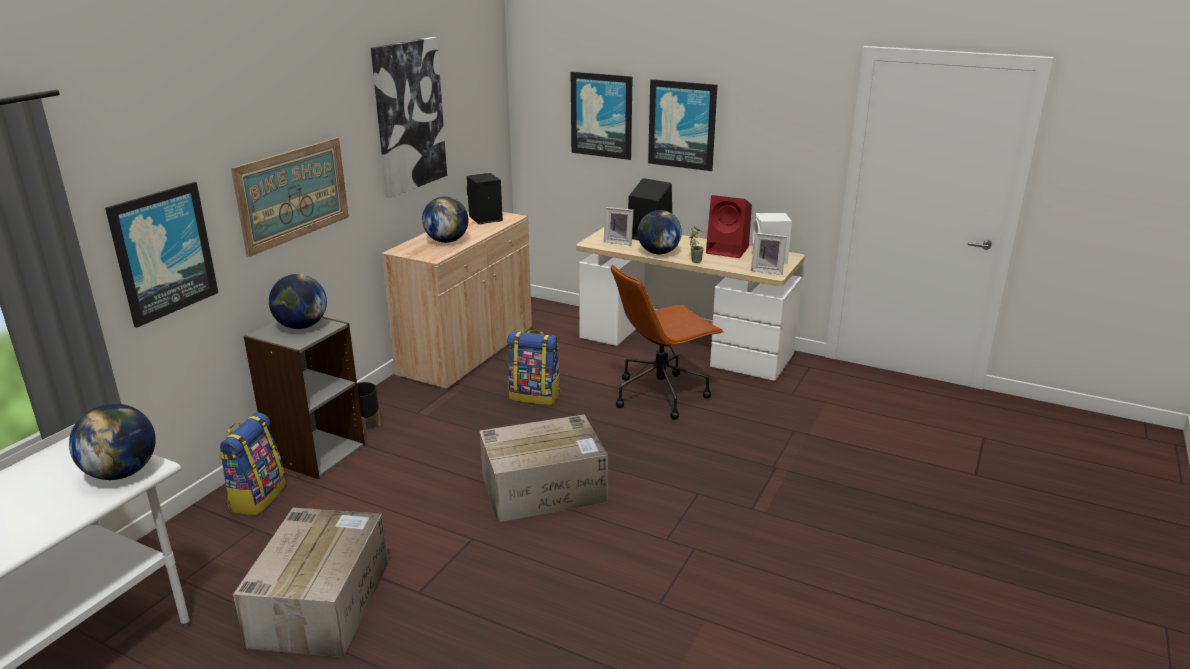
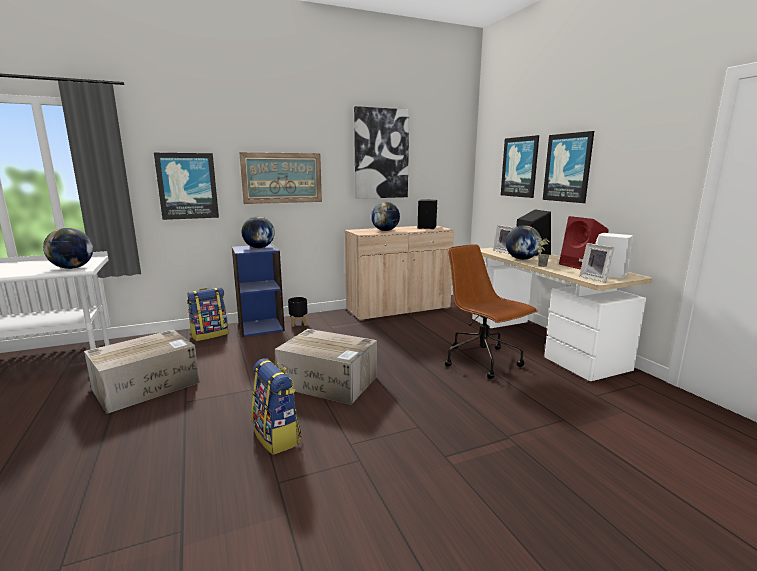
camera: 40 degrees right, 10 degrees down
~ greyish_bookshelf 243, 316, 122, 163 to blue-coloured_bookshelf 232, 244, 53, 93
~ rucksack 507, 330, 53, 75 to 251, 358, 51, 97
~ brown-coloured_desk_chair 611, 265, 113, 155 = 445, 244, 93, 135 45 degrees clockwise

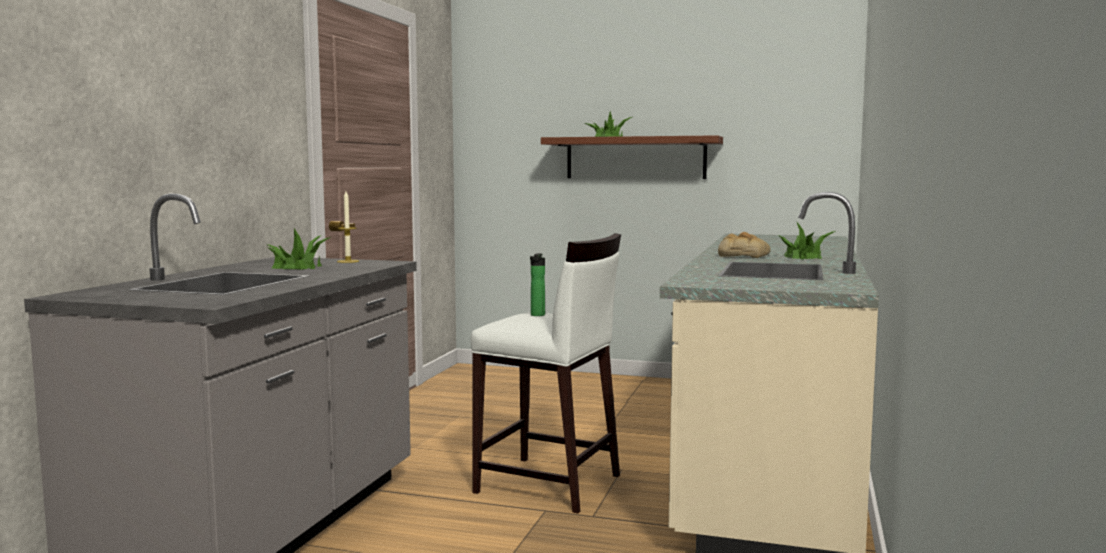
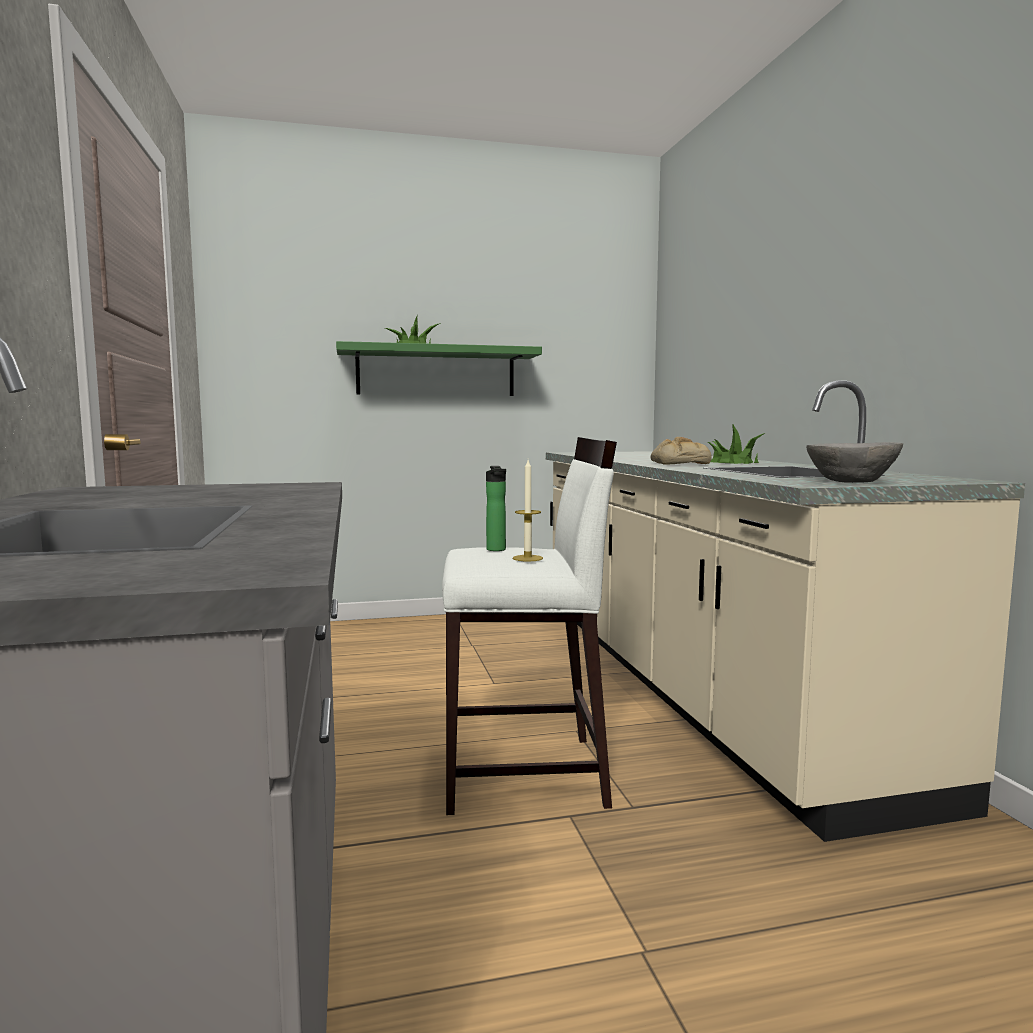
camera: 30 degrees left, 0 degrees up
~ brown-coloured_shelf 541, 135, 182, 44 to green_shelf 336, 341, 206, 55
~ wax_candle 337, 191, 22, 72 to 513, 460, 30, 101
+ greyish_deep_dish 806, 442, 97, 41
- potted_plant 267, 228, 64, 42

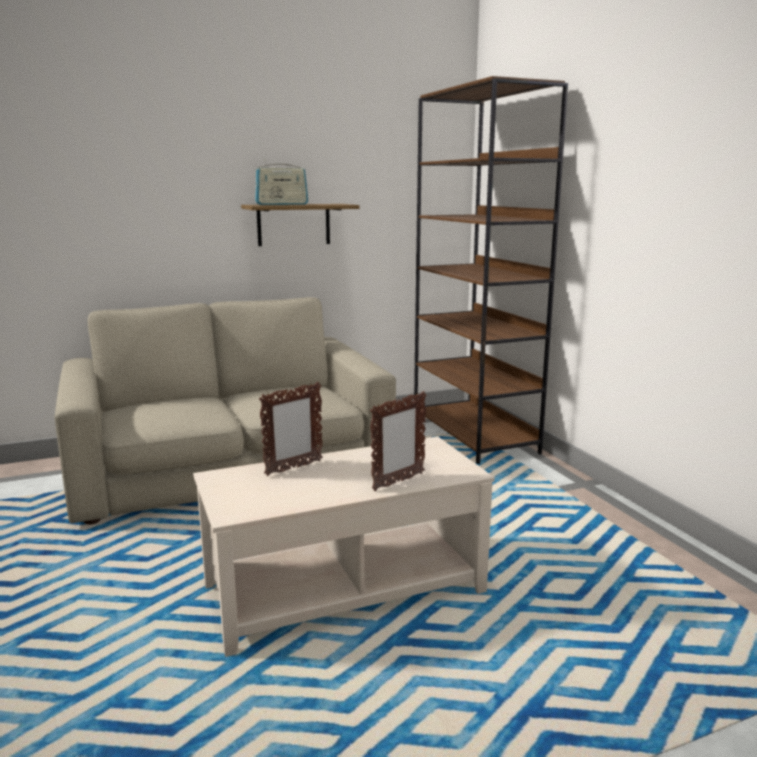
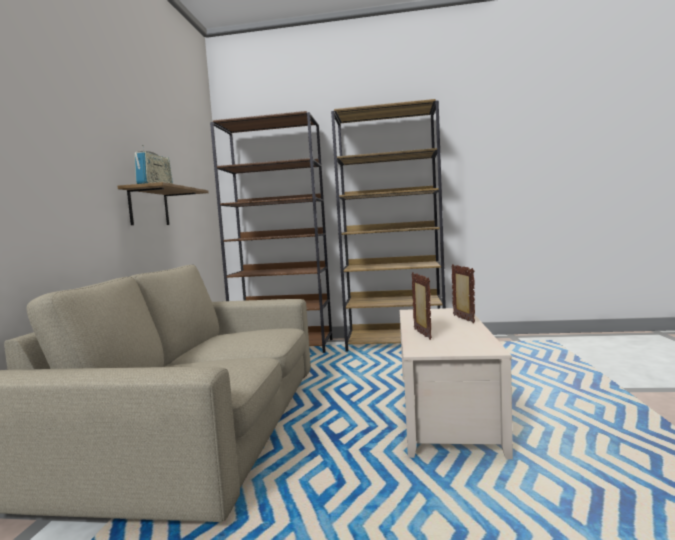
camera: 60 degrees left, 10 degrees down
+ brown-coloured_bookshelf 331, 99, 115, 252

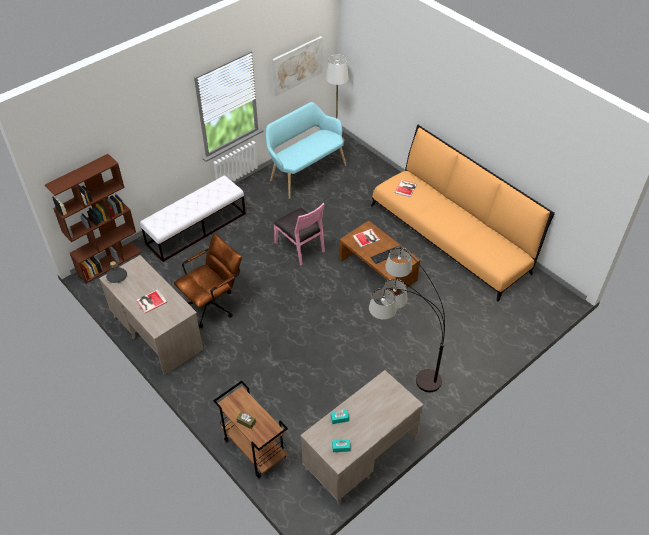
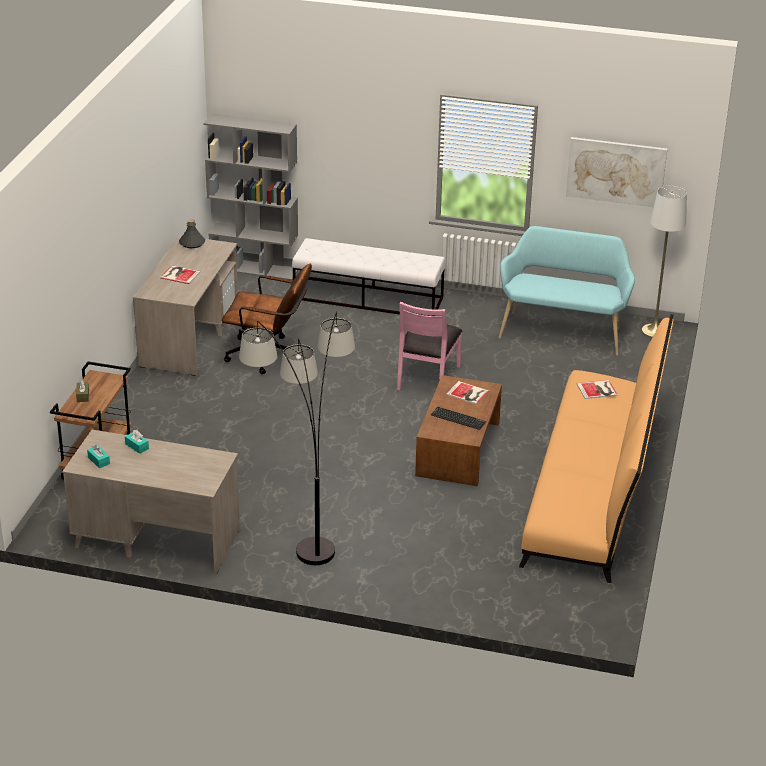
camera: 55 degrees right, 15 degrees down
~ brown-coloured_bookshelf 45, 154, 96, 129 to greyish_bookshelf 203, 113, 95, 167

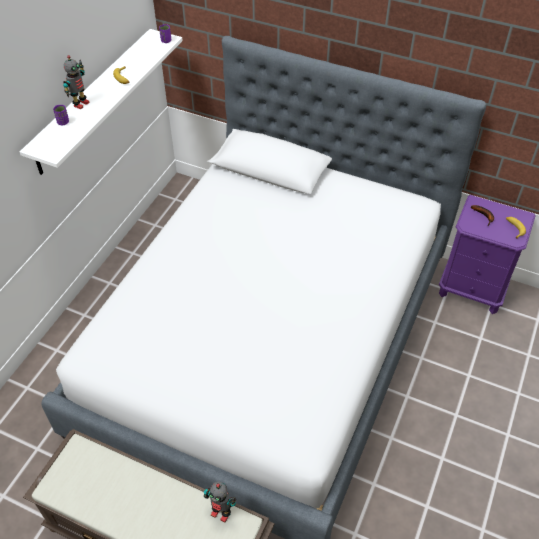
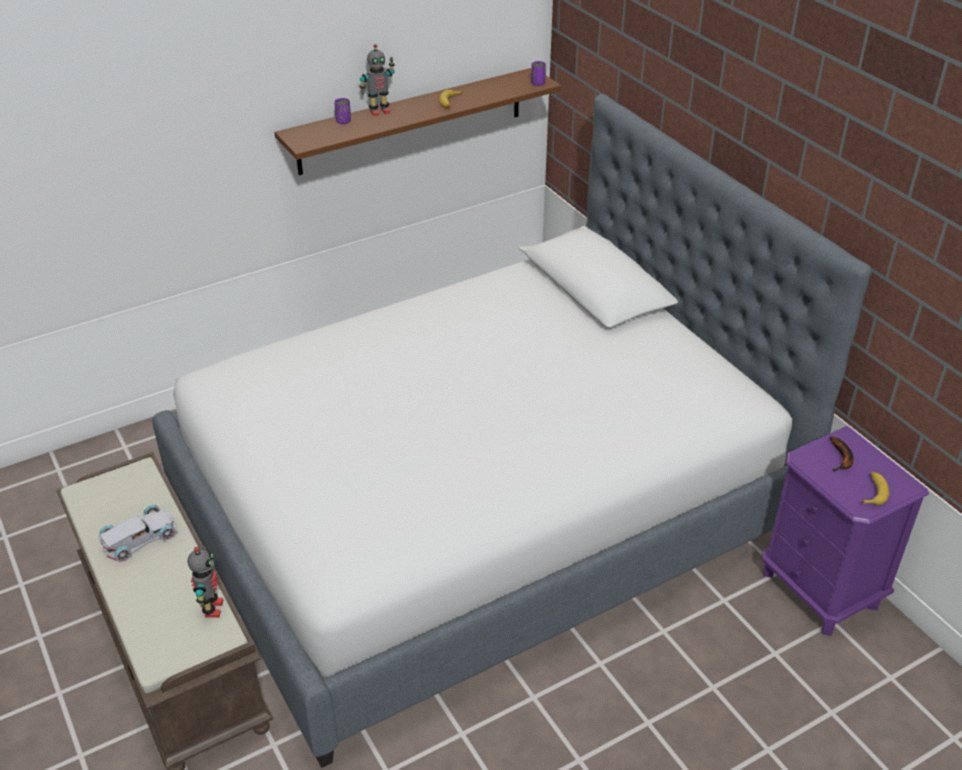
camera: 35 degrees right, 10 degrees down
+ whitish_miniature_car 99, 504, 78, 58
~ model_robot 204, 482, 32, 40 = 187, 545, 36, 73 150 degrees counterclockwise
~ whitish_shelf 20, 29, 163, 146 to brown-coloured_shelf 274, 68, 287, 107

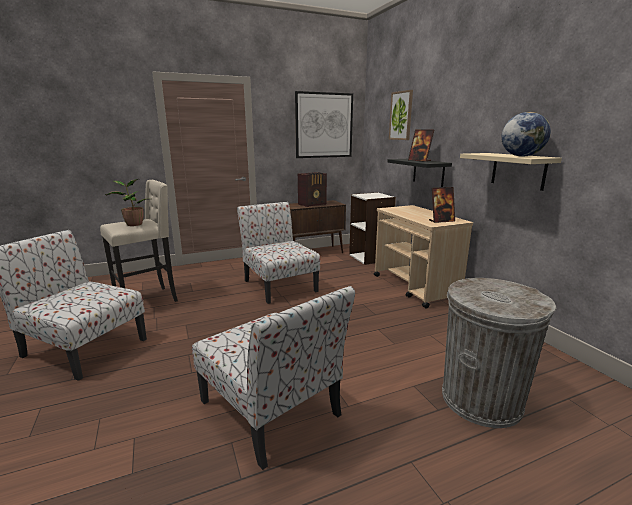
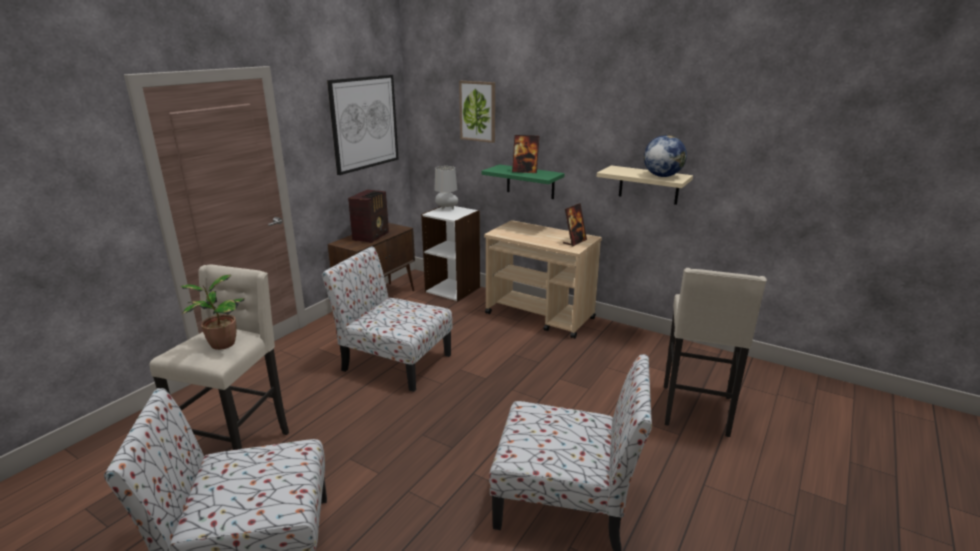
camera: 35 degrees left, 5 degrees up
+ greyish_tabletop_lamp 434, 166, 24, 44
~ black_shelf 387, 159, 65, 28 to green_shelf 482, 164, 83, 35
~ greyish_trash_can 442, 278, 114, 150 to sand-coloured_stool_seat 664, 268, 103, 169

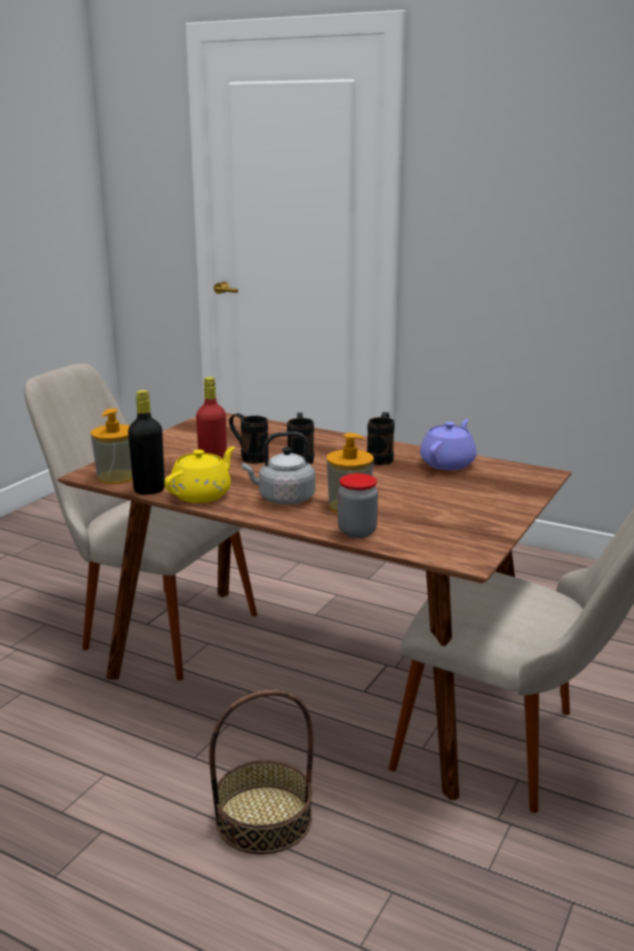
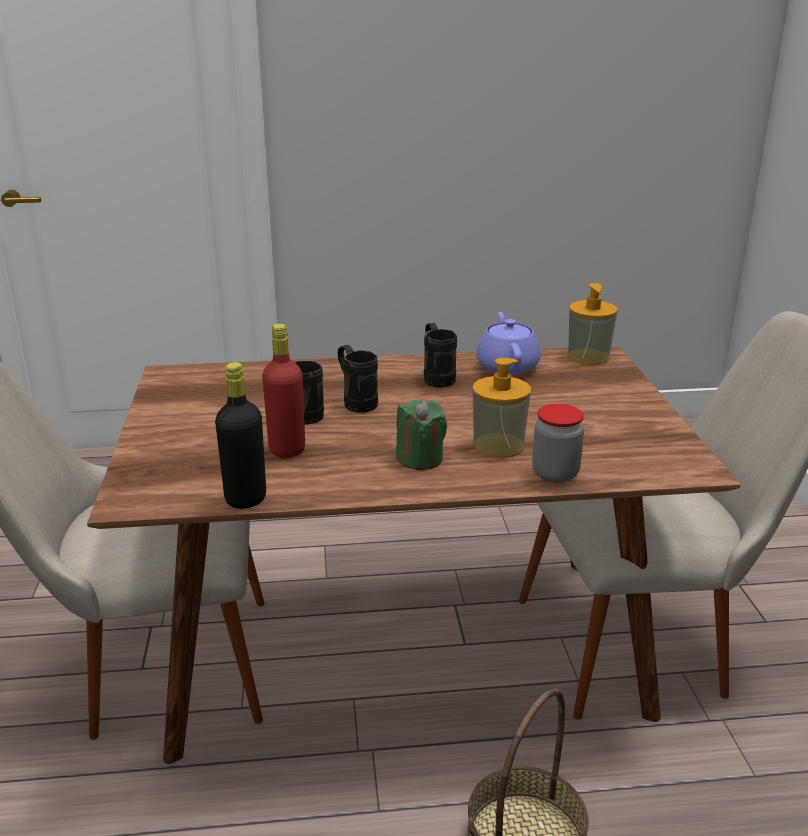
camera: 35 degrees left, 5 degrees up
~ greyish_kettle 242, 431, 74, 74 to green_wax_candle 396, 399, 51, 71
~ soap_dispenser 91, 408, 42, 76 to 568, 283, 49, 82
- yellow_tea_pot 164, 446, 71, 57

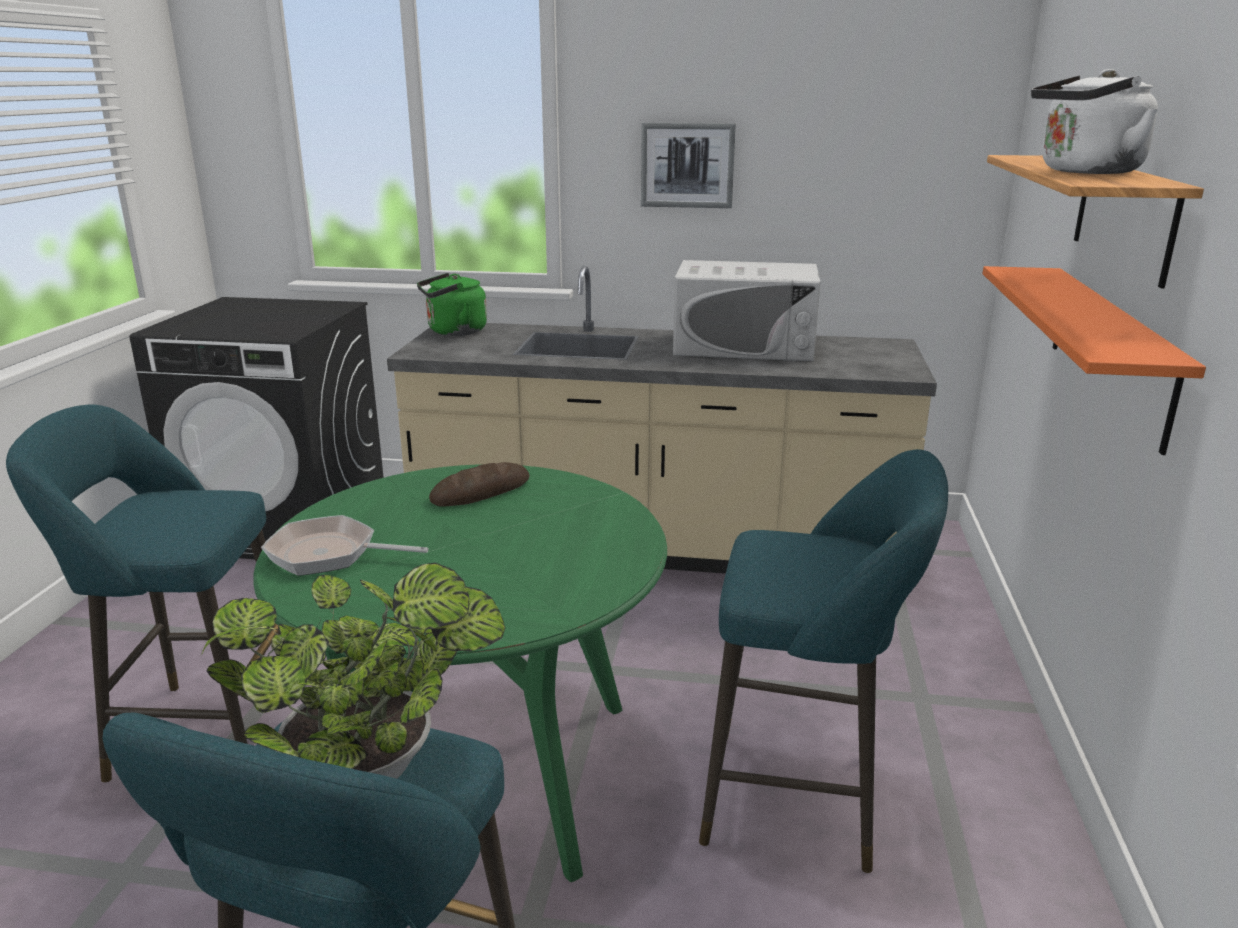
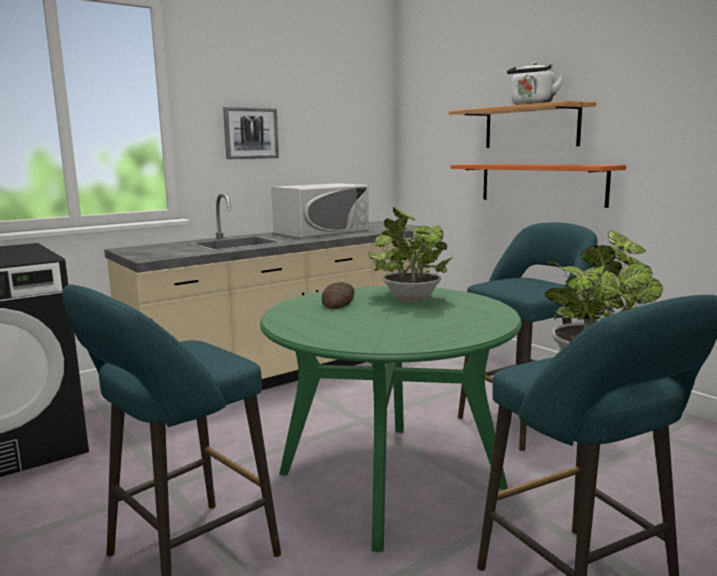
camera: 45 degrees left, 10 degrees down
+ potted_plant 368, 207, 85, 95
- pan 261, 515, 168, 61
- green_kettle 417, 273, 70, 63

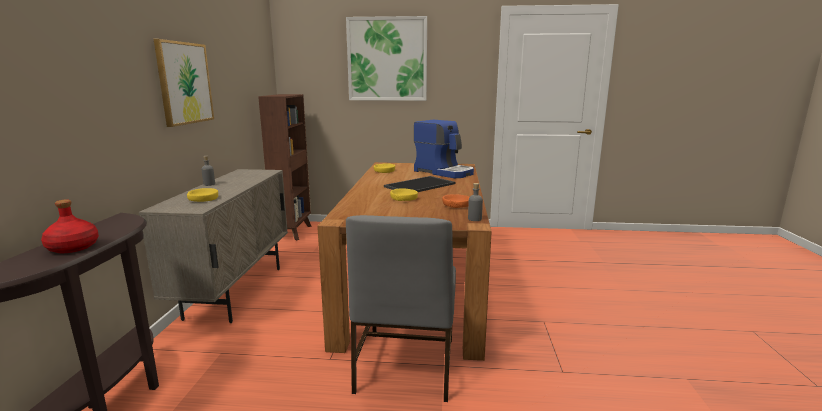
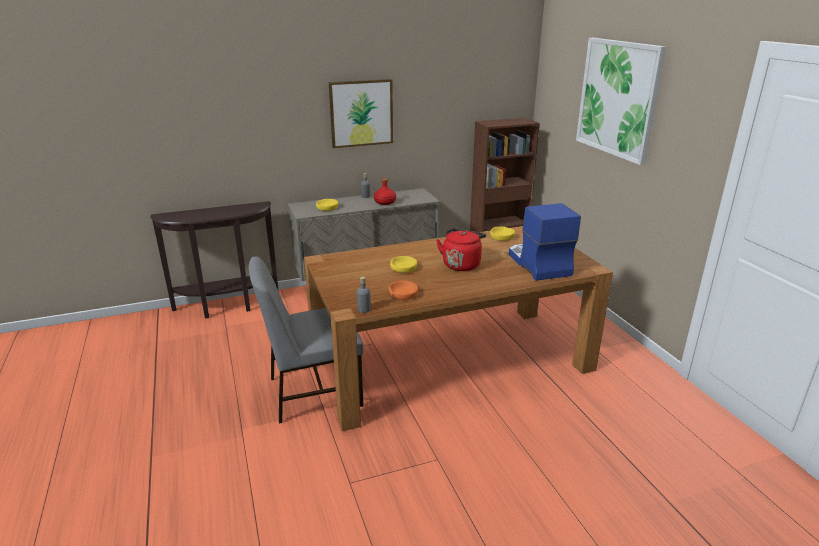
camera: 65 degrees right, 10 degrees up
~ reddish_bottle 41, 199, 58, 54 to 374, 178, 22, 27
~ serving_tray 384, 176, 71, 16 to reddish_kettle 436, 228, 50, 43
~ coffee_maker 414, 120, 60, 58 = 509, 203, 72, 78 150 degrees clockwise

